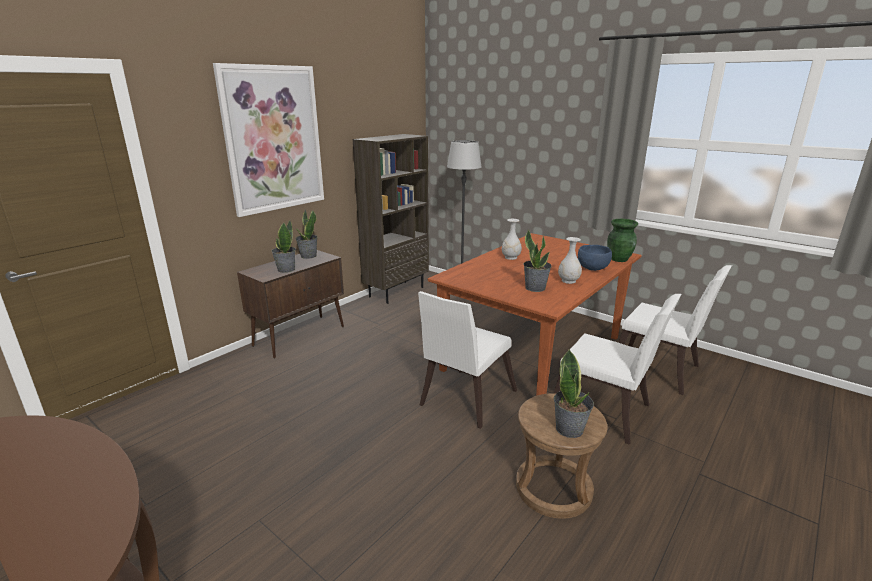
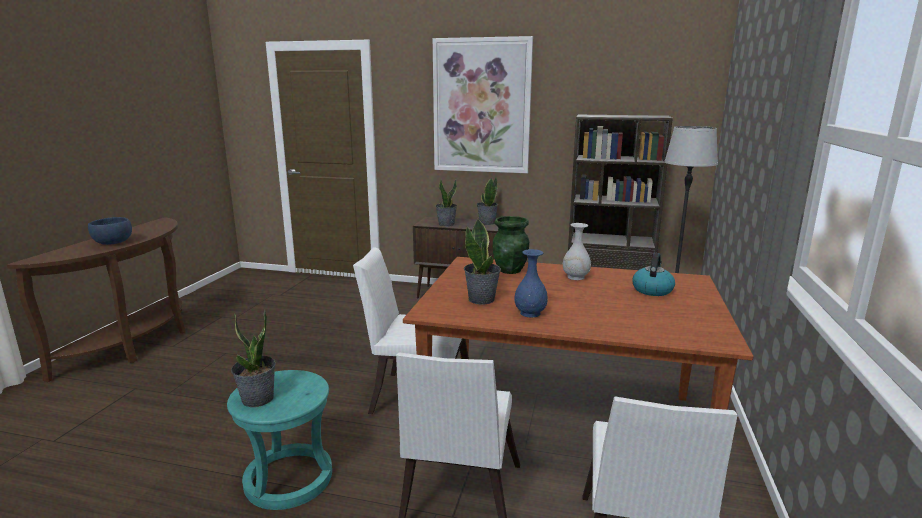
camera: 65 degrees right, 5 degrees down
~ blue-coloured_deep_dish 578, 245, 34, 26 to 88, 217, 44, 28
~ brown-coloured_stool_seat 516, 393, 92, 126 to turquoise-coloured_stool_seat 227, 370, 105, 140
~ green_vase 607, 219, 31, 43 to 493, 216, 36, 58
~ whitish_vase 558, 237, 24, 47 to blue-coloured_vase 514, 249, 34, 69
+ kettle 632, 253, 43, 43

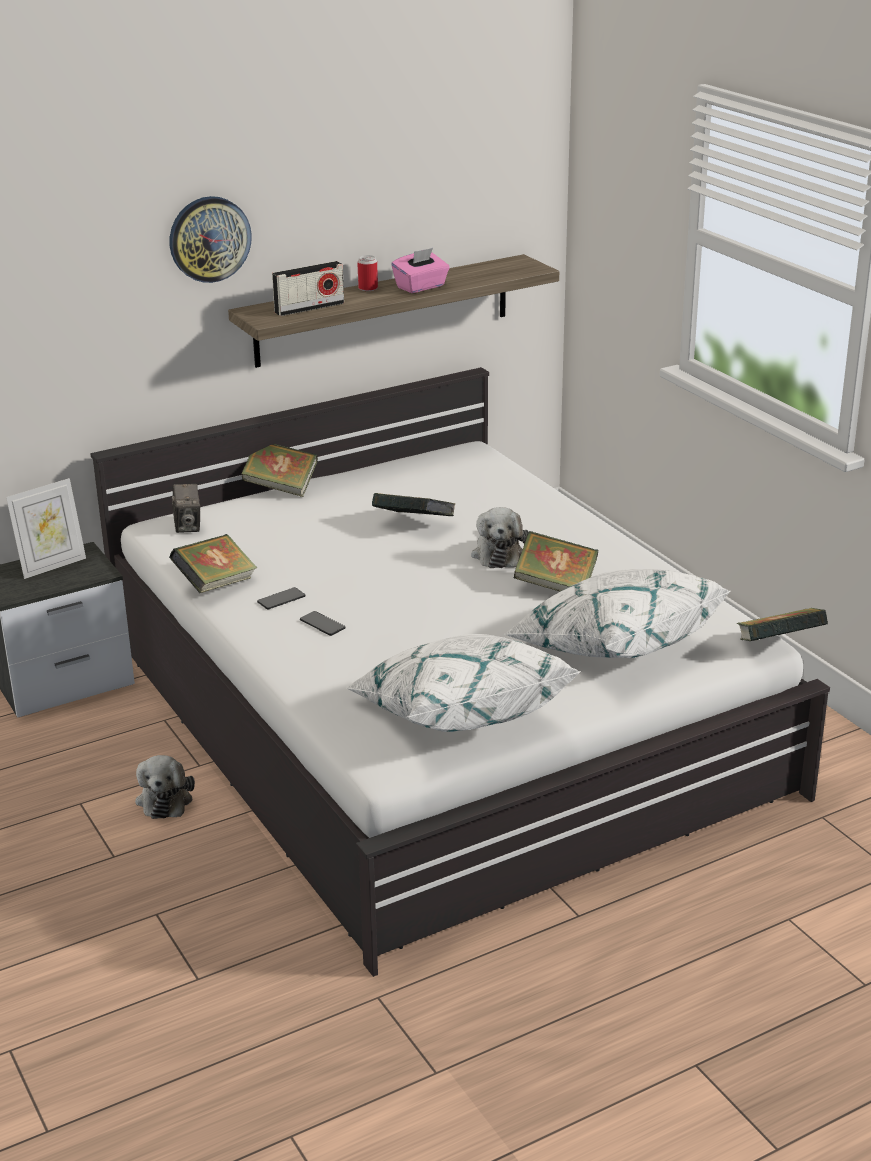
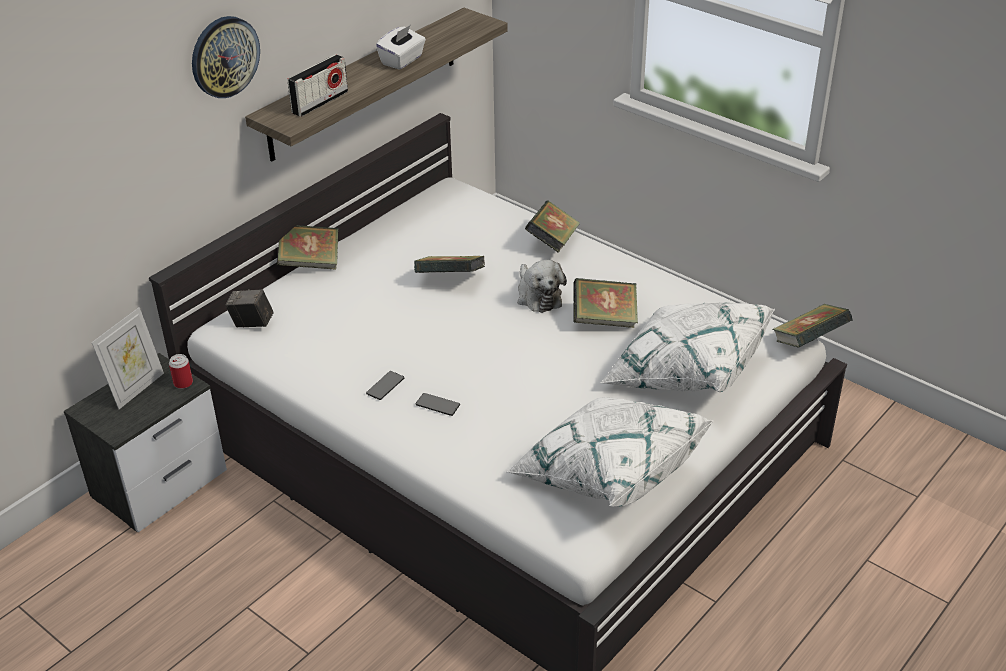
camera: 20 degrees left, 10 degrees up
~ metal_can 357, 255, 21, 36 to 169, 354, 24, 35
~ still_camera 172, 484, 28, 49 = 225, 289, 49, 39 135 degrees clockwise
~ pink-coloured_tissue_holder 391, 248, 59, 45 to whitish_tissue_holder 376, 25, 50, 45
~ bound_book 169, 534, 88, 59 to 525, 201, 55, 52
- cuddly_toy 135, 755, 60, 64

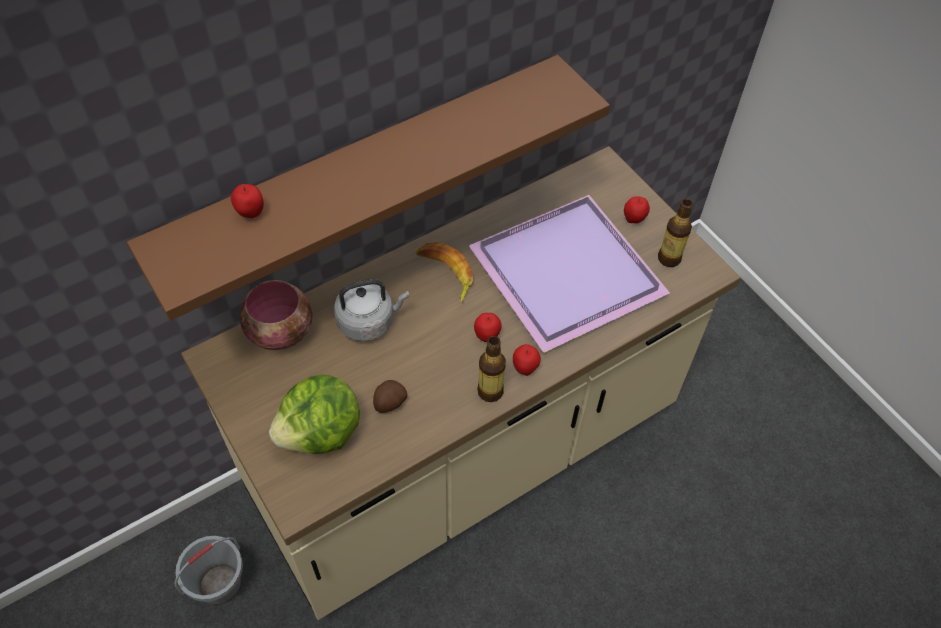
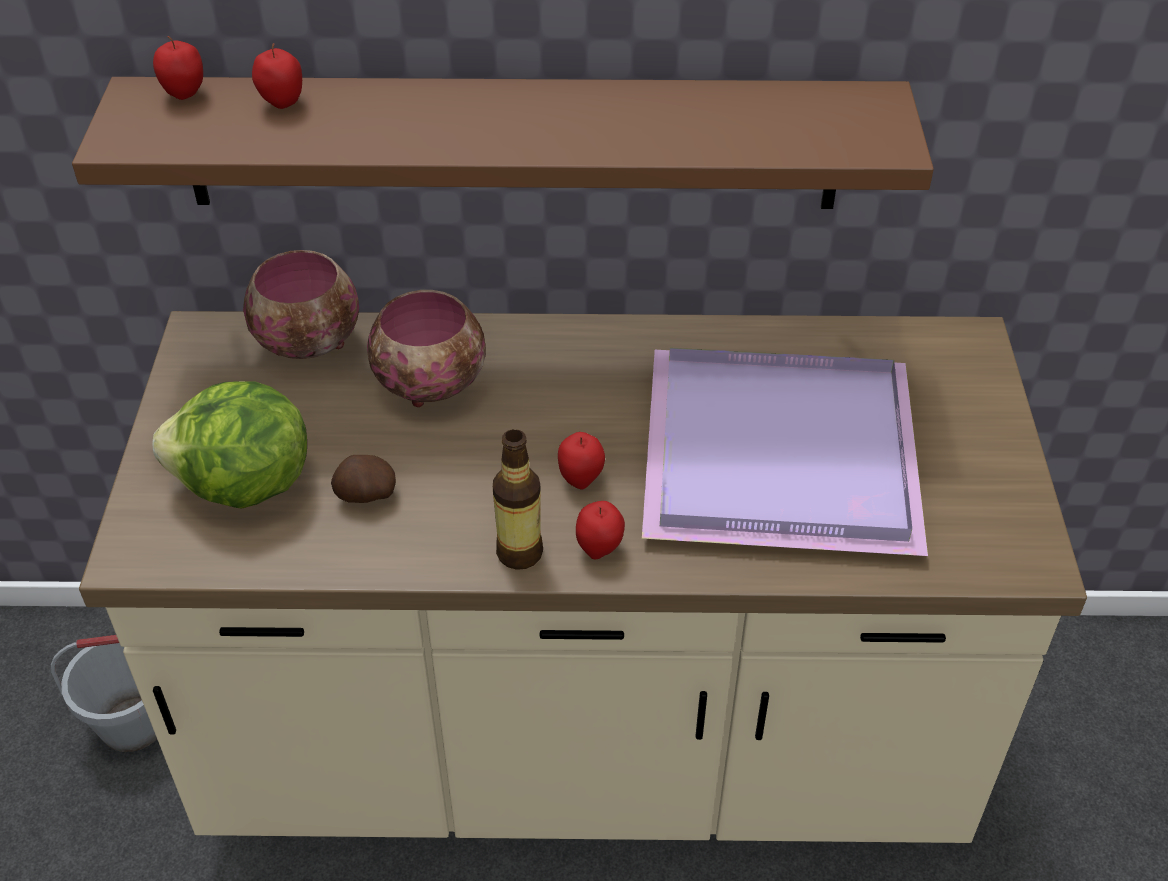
camera: 35 degrees right, 10 degrees down
~ apple 624, 196, 26, 28 to 153, 36, 50, 64
~ greyish_kettle 334, 279, 76, 62 to deep_dish 367, 290, 119, 117
- banana 416, 242, 57, 61
- bottle 658, 199, 35, 68

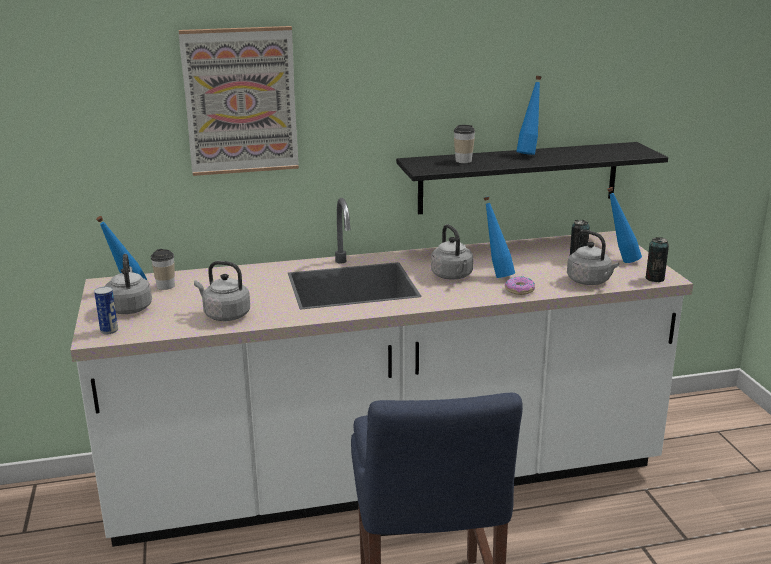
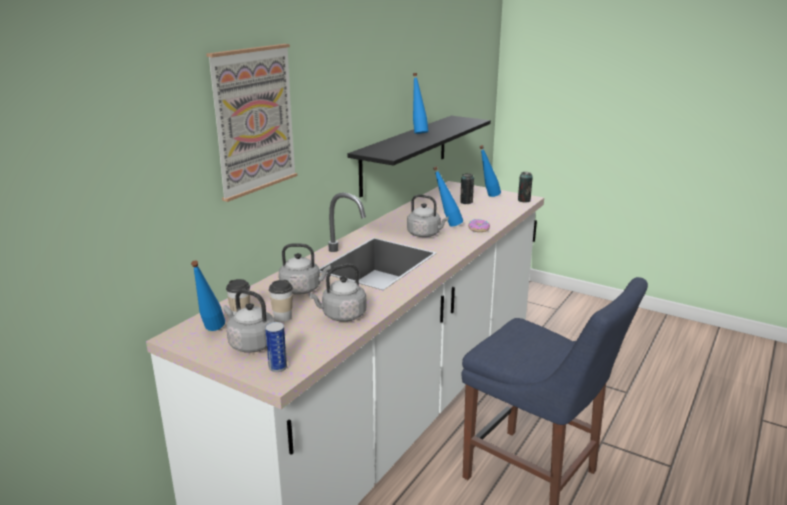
camera: 45 degrees left, 0 degrees up
~ small_cup 453, 125, 22, 38 to 269, 280, 24, 42
~ greyish_kettle 567, 230, 52, 55 to 279, 243, 52, 52

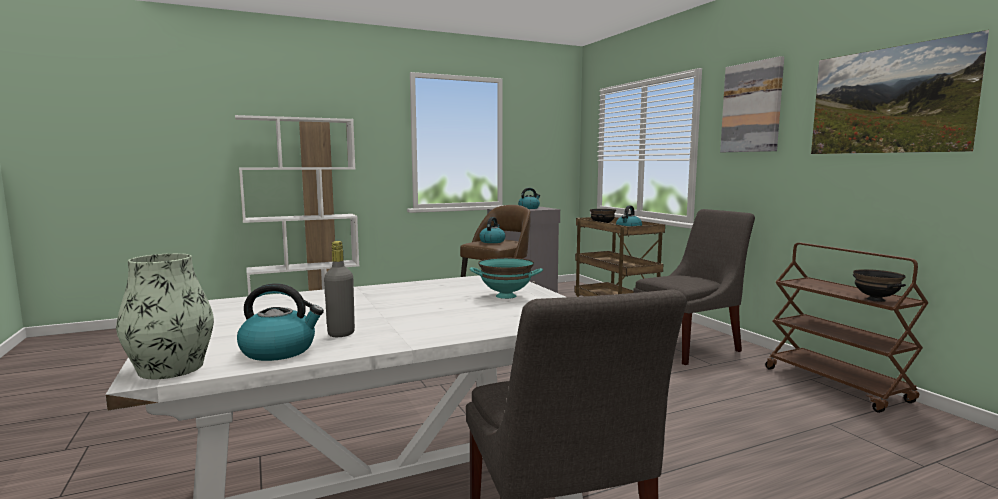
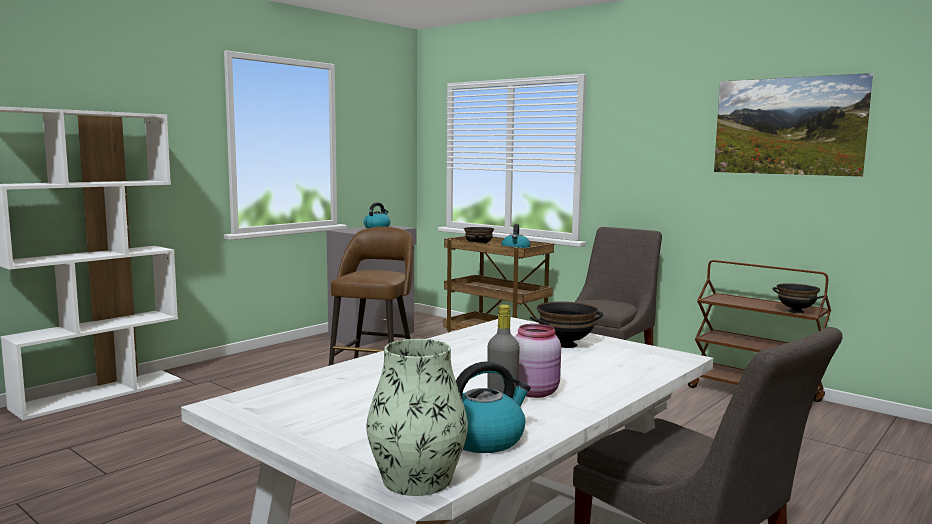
camera: 25 degrees left, 0 degrees up
+ pink-coloured_preserve_jar 514, 324, 47, 74
~ turquoise-coloured_deep_dish 470, 258, 73, 41 to black_deep_dish 530, 301, 73, 47
- kettle 479, 217, 26, 26
- wall_art 720, 56, 64, 96

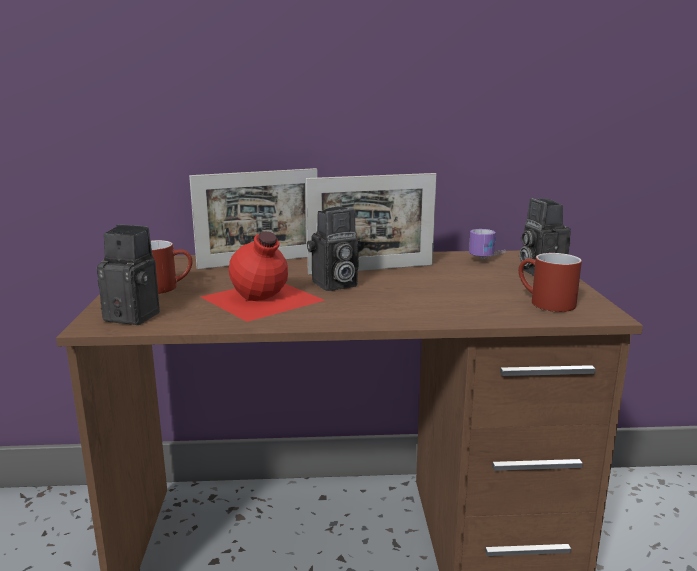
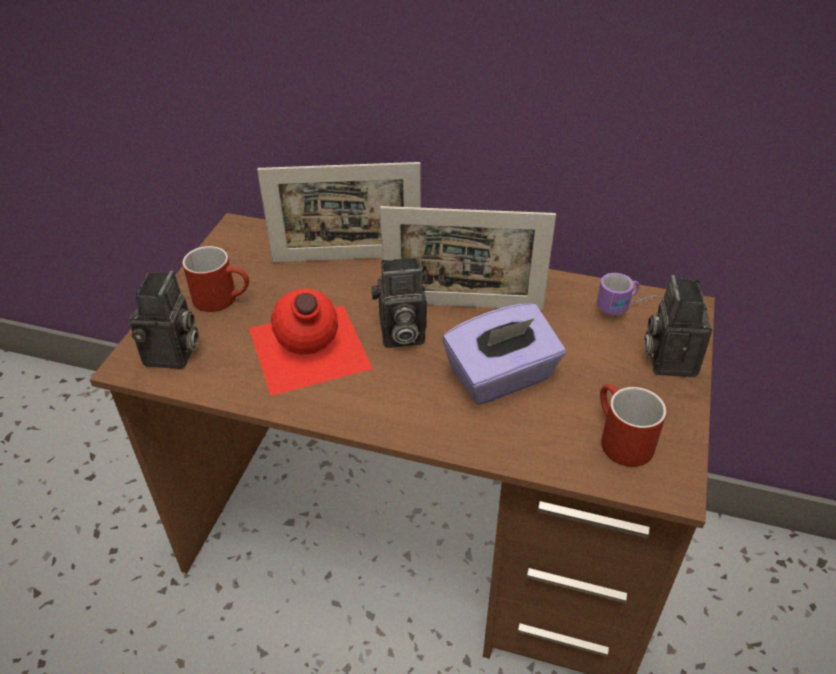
camera: 20 degrees right, 25 degrees up
~ still_camera 97, 224, 63, 101 = 129, 270, 70, 99 60 degrees clockwise
+ purple-coloured_tissue_holder 443, 303, 122, 102

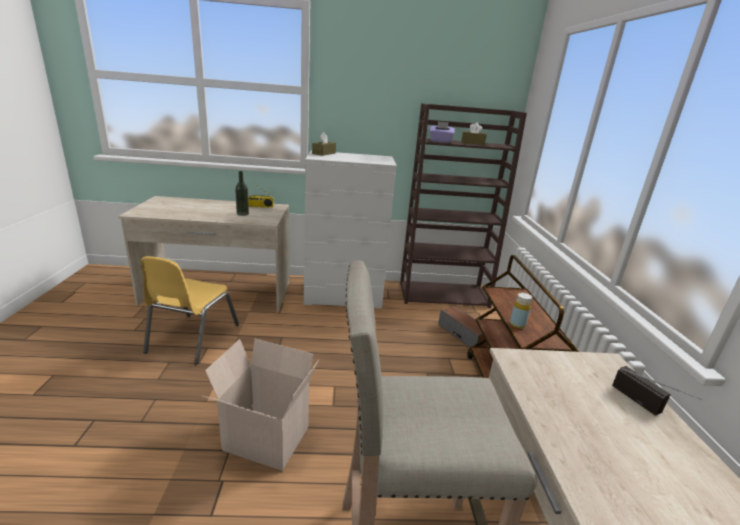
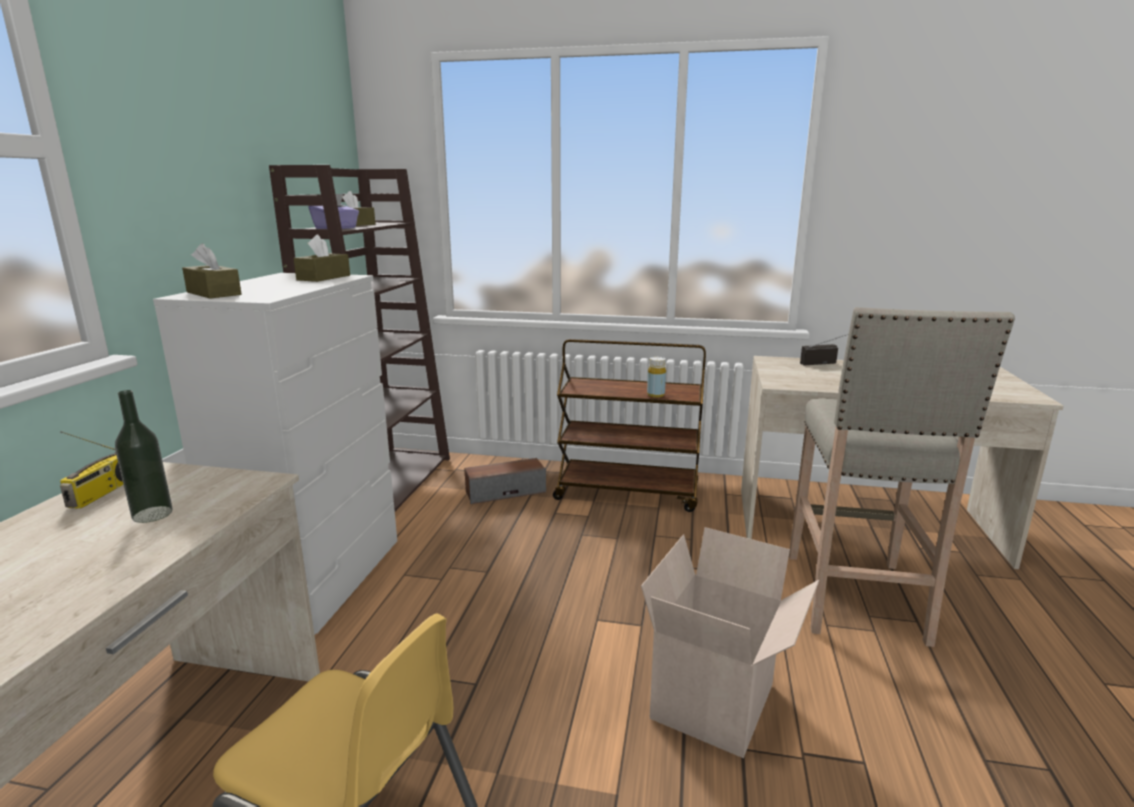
camera: 75 degrees left, 5 degrees down
+ brown-coloured_tissue_holder 294, 234, 56, 48

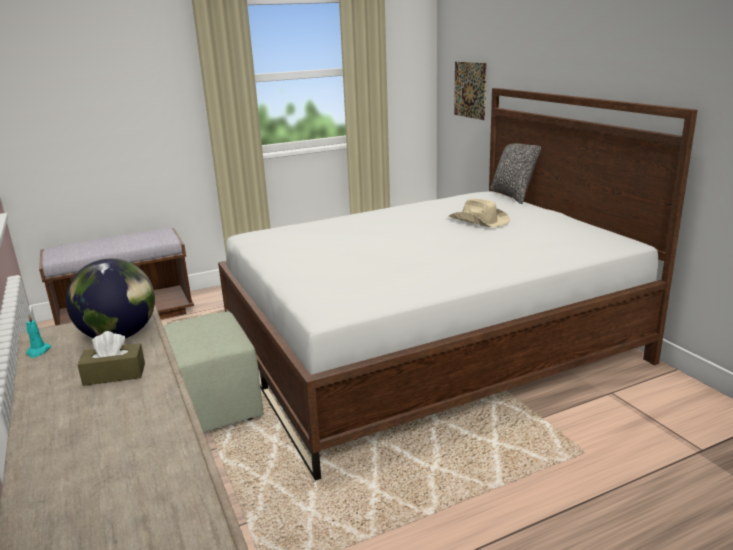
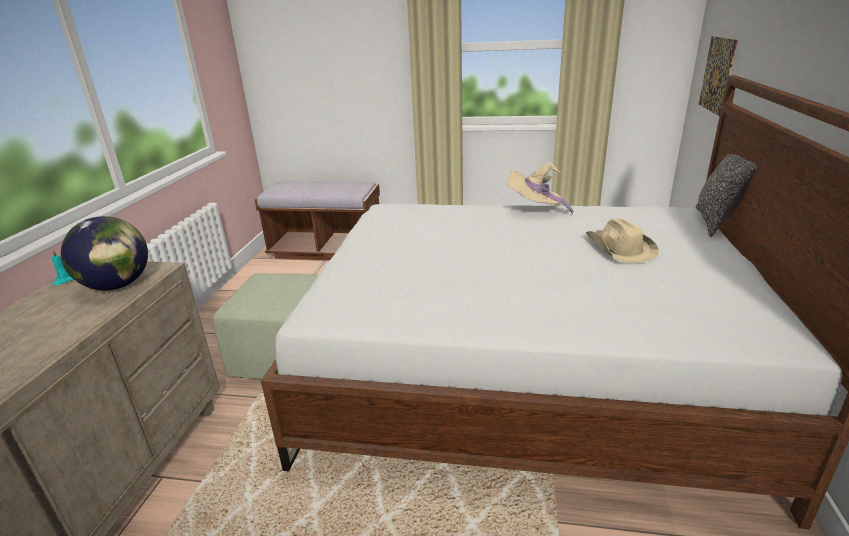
camera: 35 degrees right, 5 degrees up
+ sand-coloured_wearable_hat 507, 162, 67, 53
- brown-coloured_tissue_holder 77, 331, 68, 55

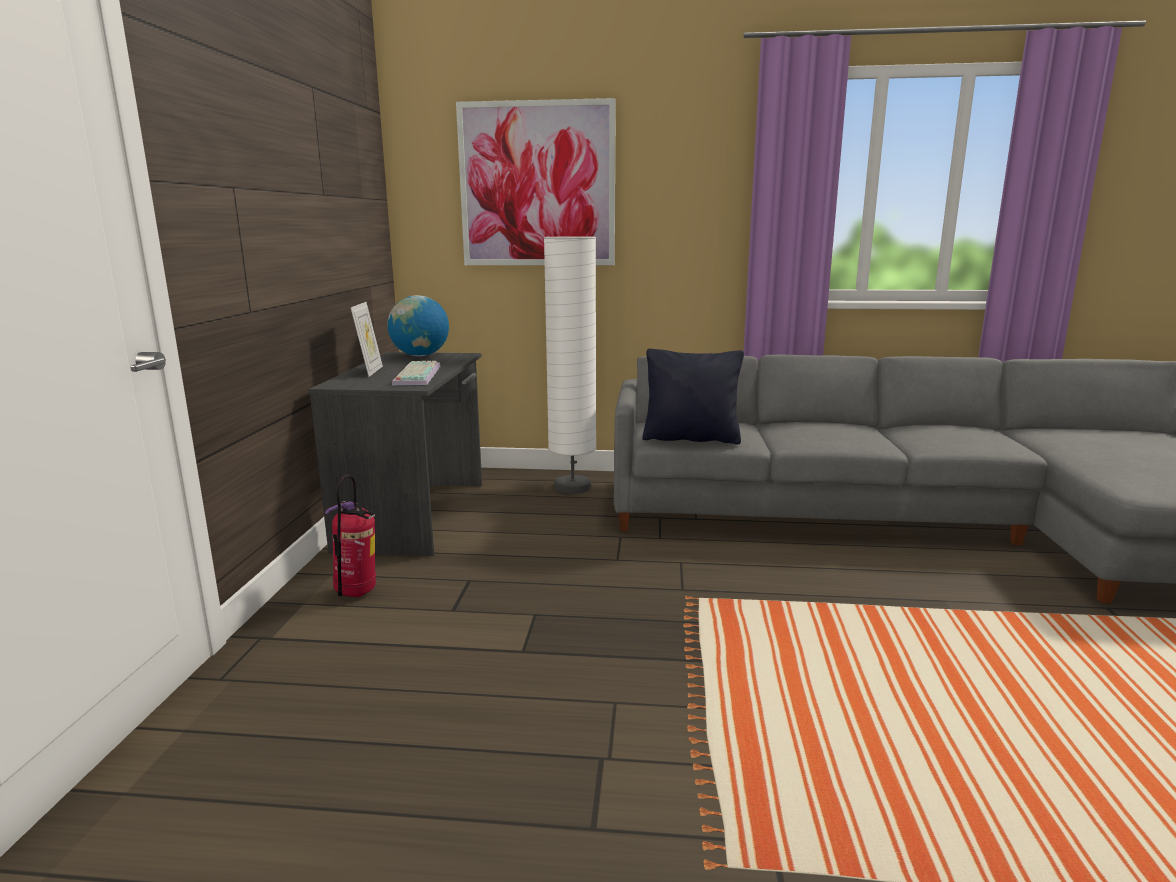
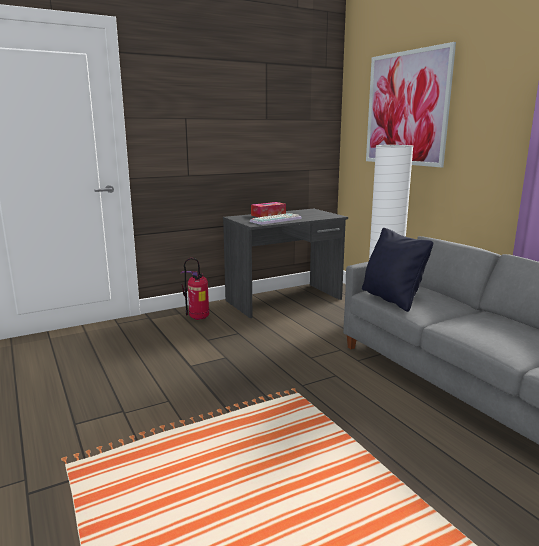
camera: 55 degrees right, 0 degrees up
~ picture_frame 351, 302, 32, 75 to tissue_holder 251, 202, 35, 15
- desk_globe 387, 295, 62, 61

